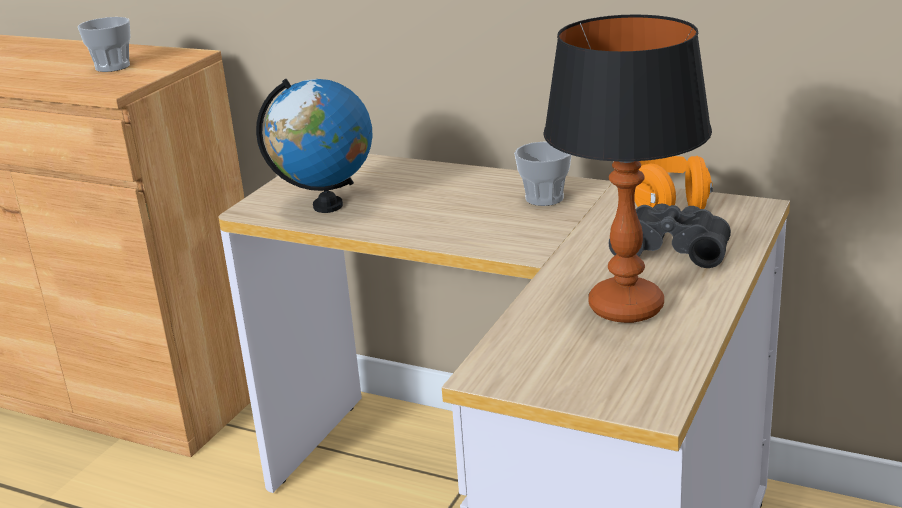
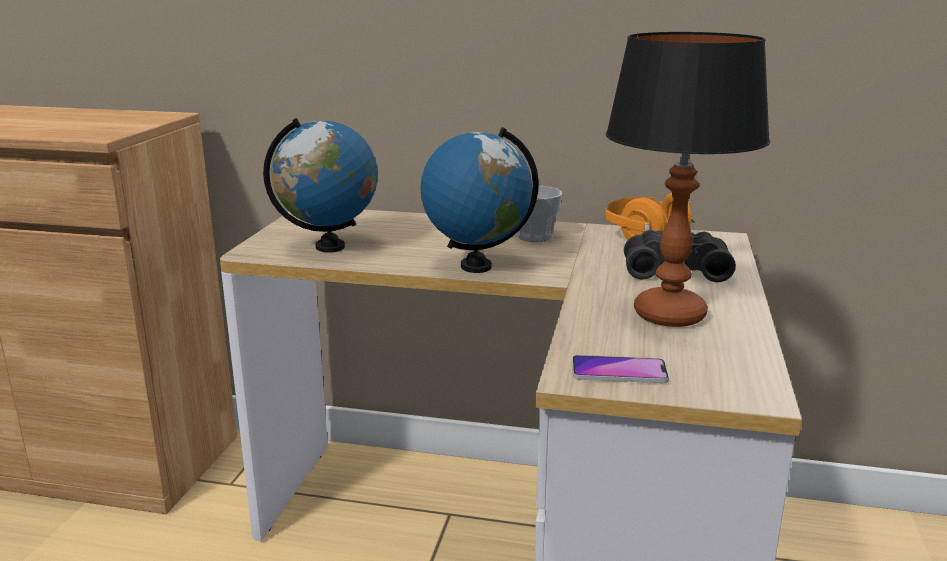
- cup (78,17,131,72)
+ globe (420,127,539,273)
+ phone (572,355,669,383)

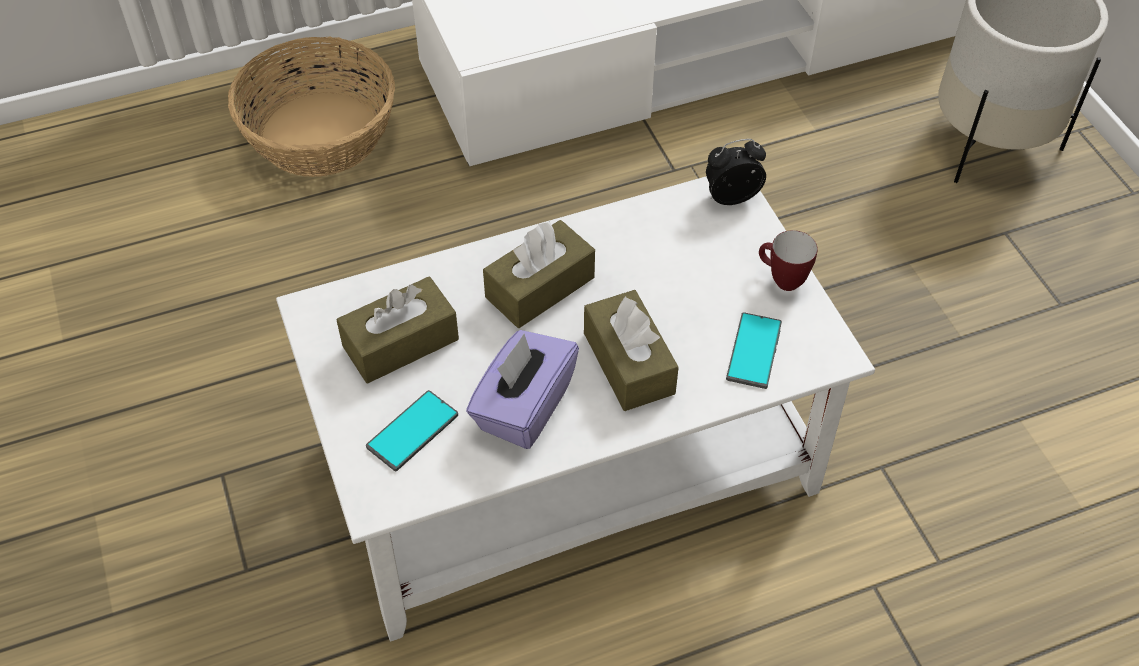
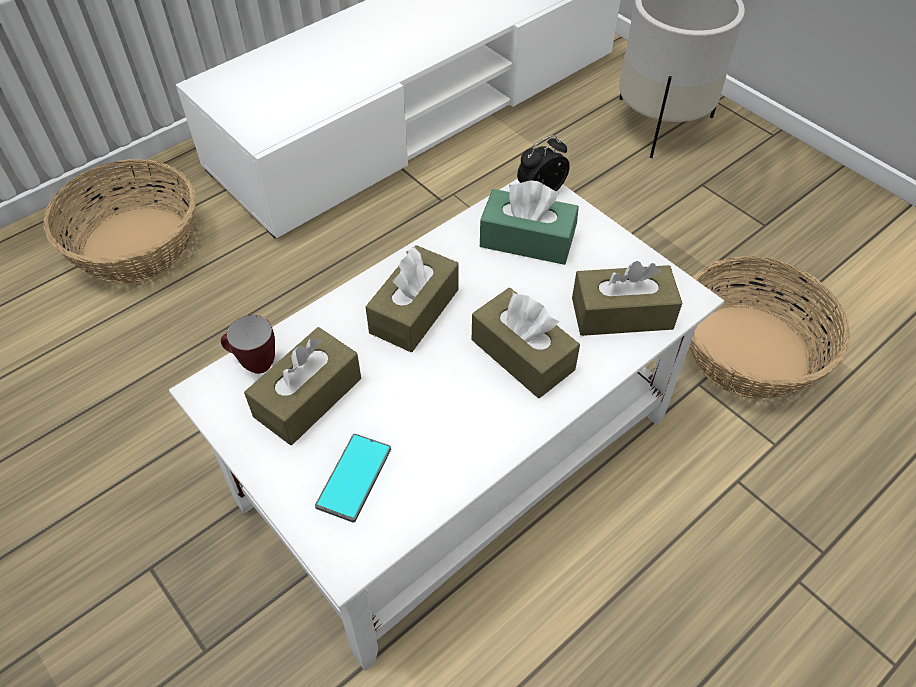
- purple_tissue_box (466,330,579,449)
+ green_tissue_box (480,180,579,265)
+ basket (689,256,850,399)
~ mug (759,230,818,291) to (221,315,275,374)
~ phone (726,312,782,389) to brown_tissue_box (572,261,682,336)

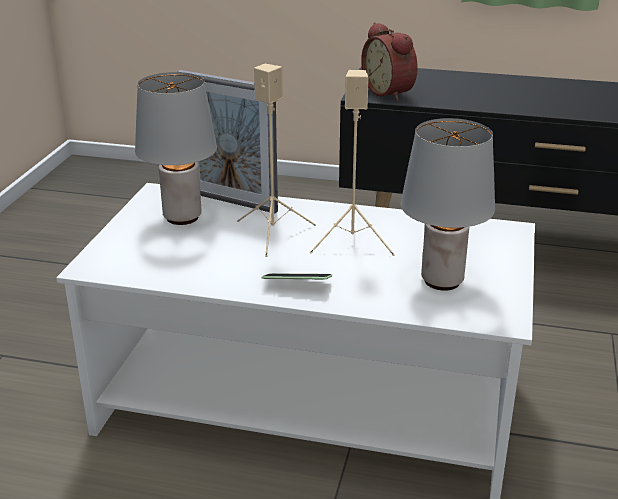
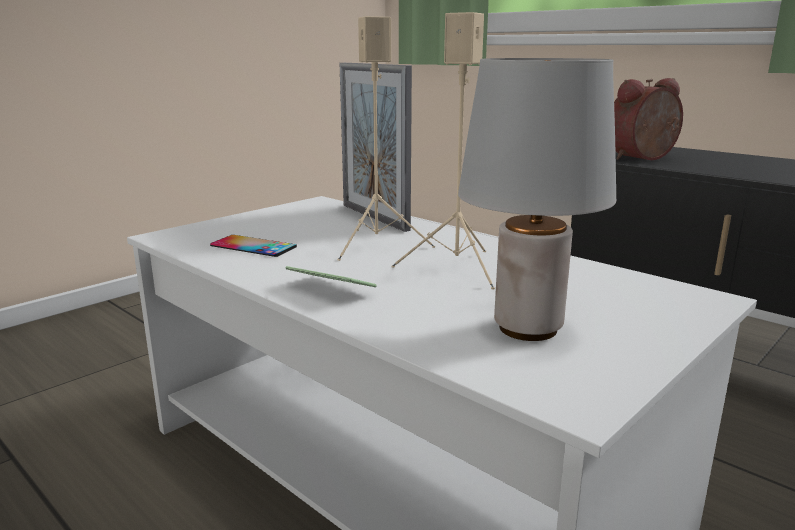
- grey_table_lamp (135,72,217,225)
+ phone (210,235,297,257)
~ alarm_clock (361,22,418,101) = (614,78,683,160) 60 degrees clockwise

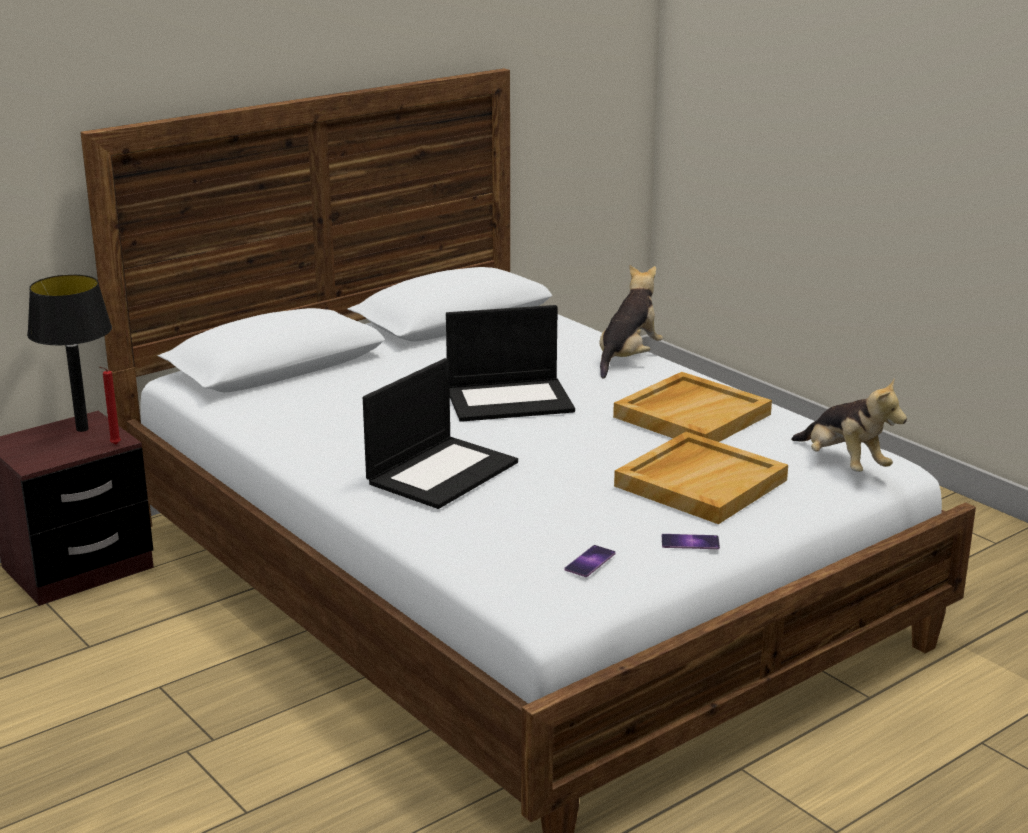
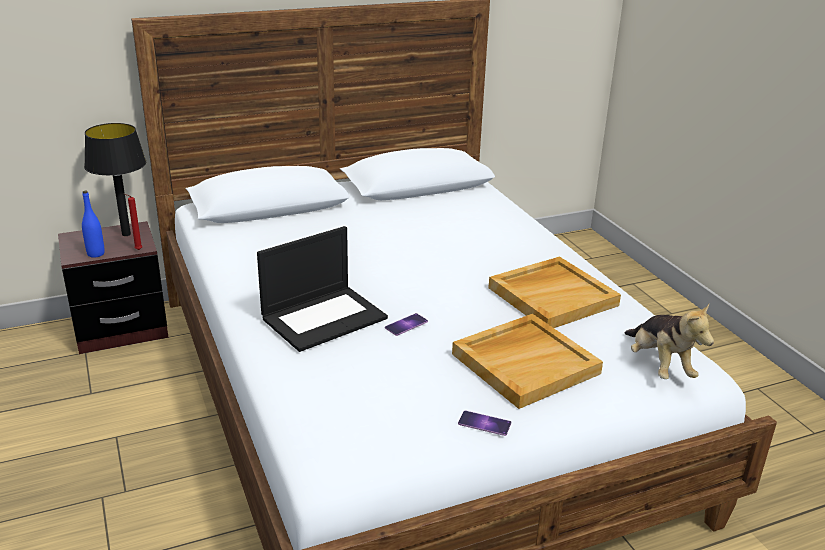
- laptop (446,305,575,422)
- plush_toy (600,265,663,379)
+ blue_bottle (82,191,105,258)
~ phone (565,545,616,577) to (385,313,428,336)

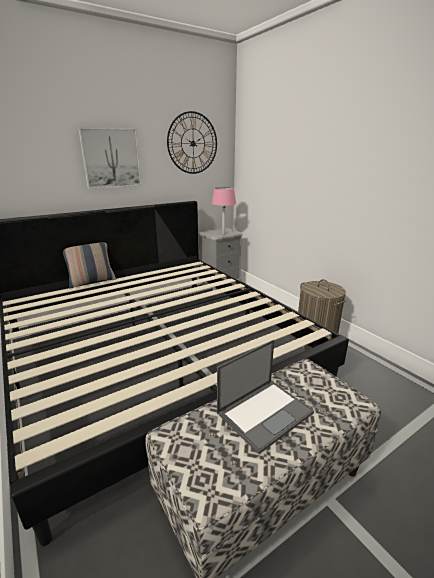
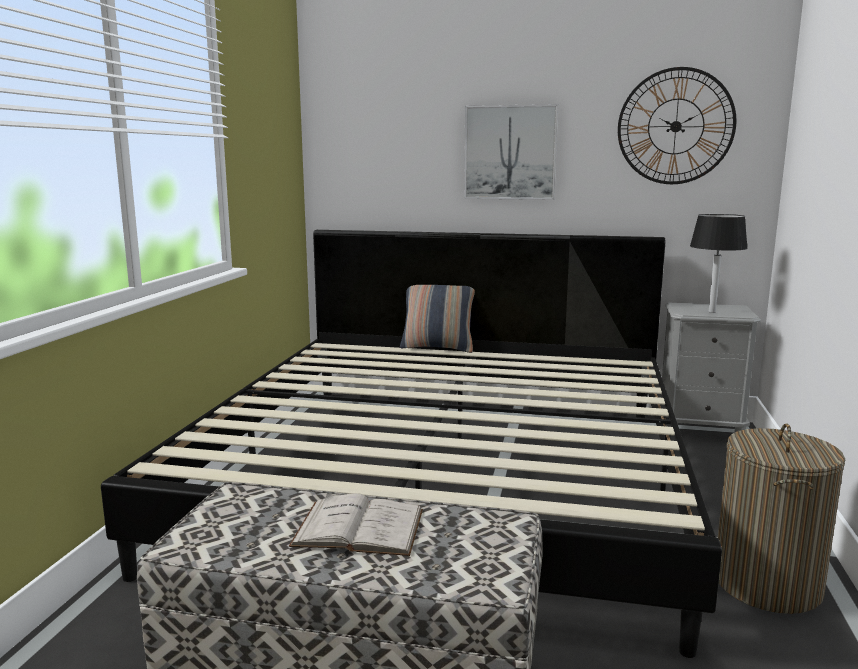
~ laptop (217,340,314,454) to white_book (289,493,423,556)
~ pink_table_lamp (212,187,236,234) to black_table_lamp (690,214,748,313)

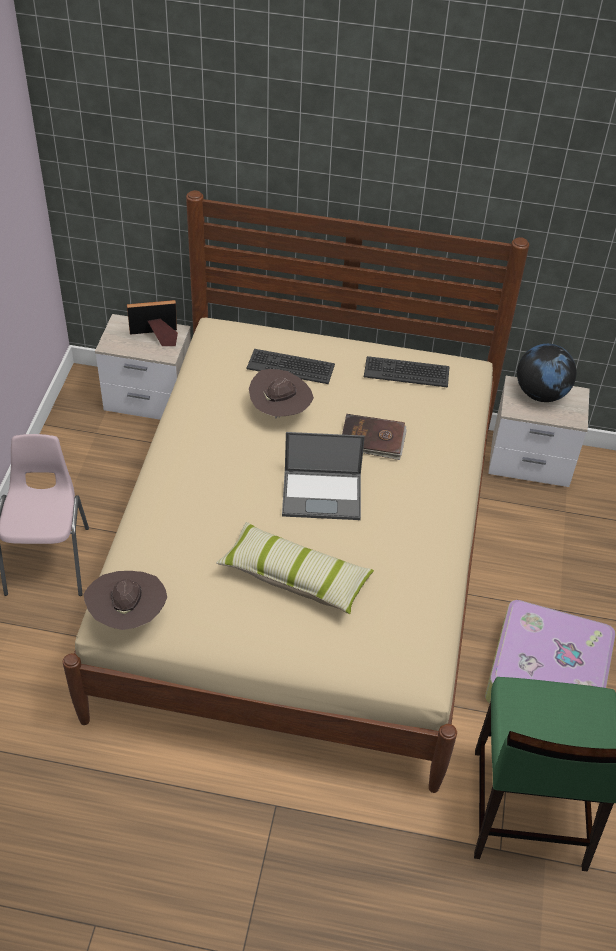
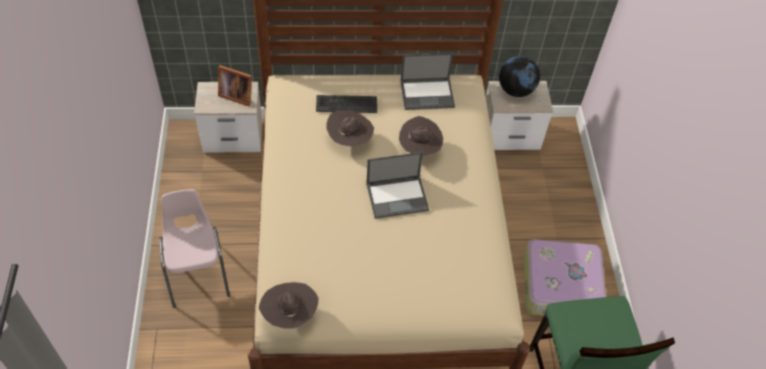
- pillow (216,522,374,614)
~ brown_book (342,414,407,460) to brown_hat (399,116,443,156)
~ keyboard (364,356,449,388) to laptop (401,53,455,110)
~ picture_frame (127,300,178,346) = (218,65,252,106) 135 degrees counterclockwise

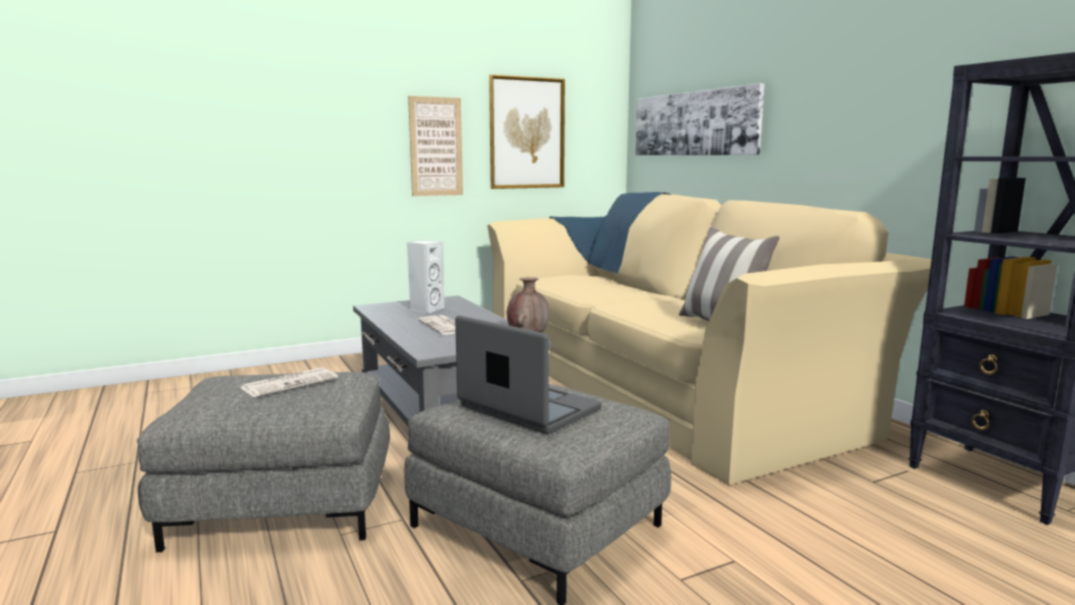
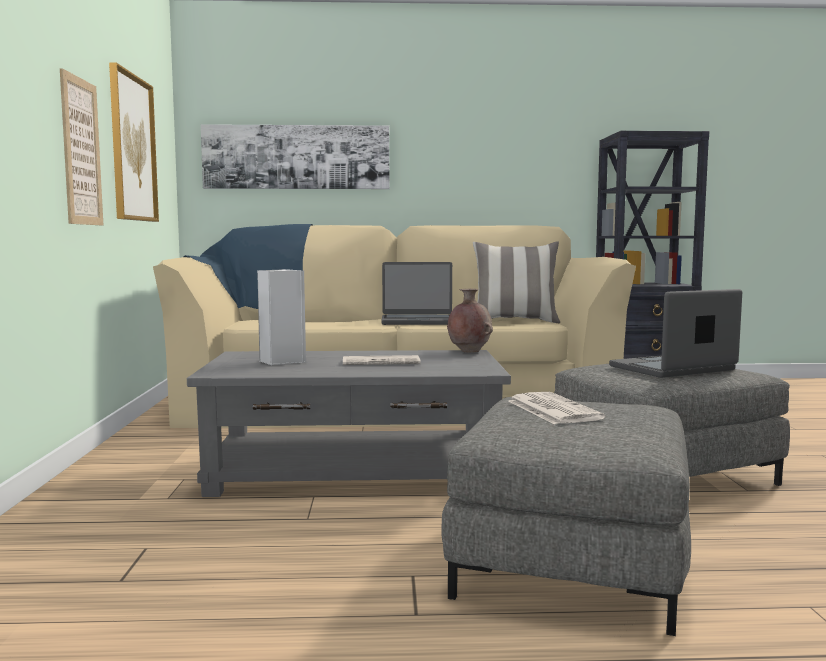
+ laptop (381,262,452,325)

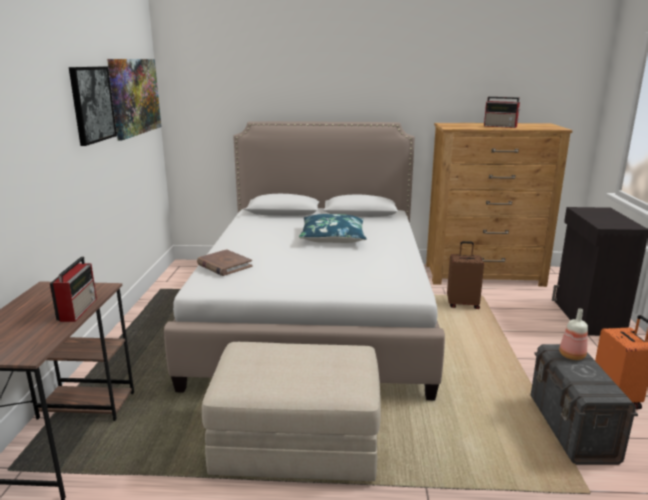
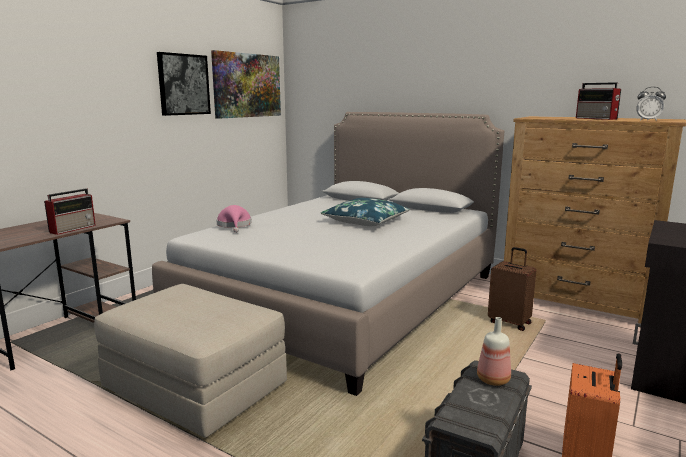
+ alarm_clock (636,87,666,121)
~ brown_book (197,249,253,276) to pink_hat (216,205,252,233)

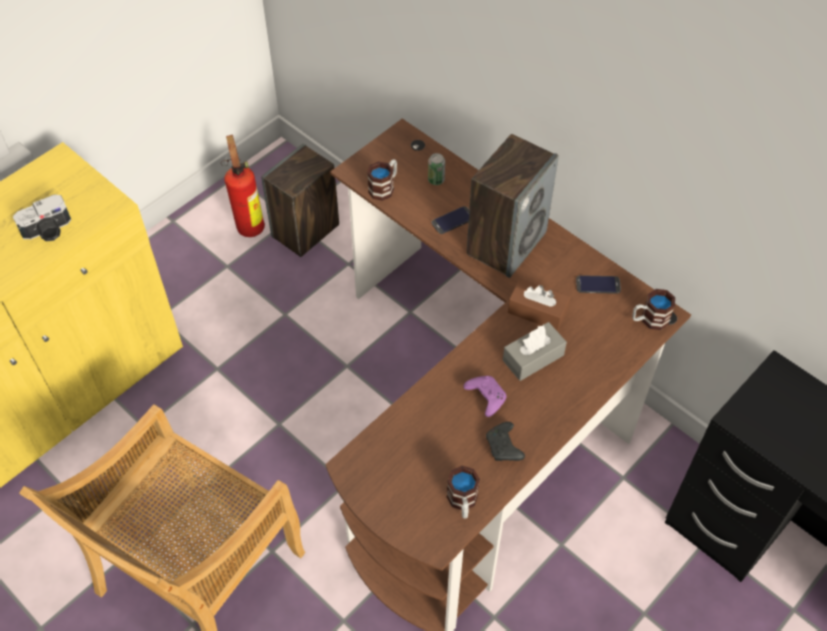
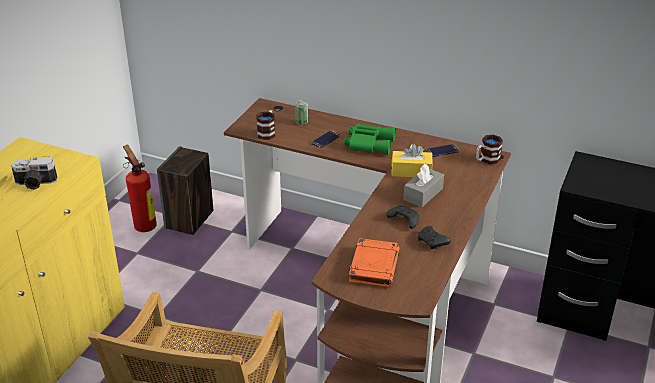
- mug (447,466,480,519)
+ orange_book (349,238,400,288)
~ speaker (467,134,559,278) to green_binoculars (344,123,396,155)
~ purple_game_controller (463,376,506,417) to black_game_controller (386,204,419,229)
~ brown_tissue_box (508,279,570,331) to yellow_tissue_box (392,144,433,177)
~ photo_camera (13,195,71,242) = (11,157,57,190) 45 degrees clockwise

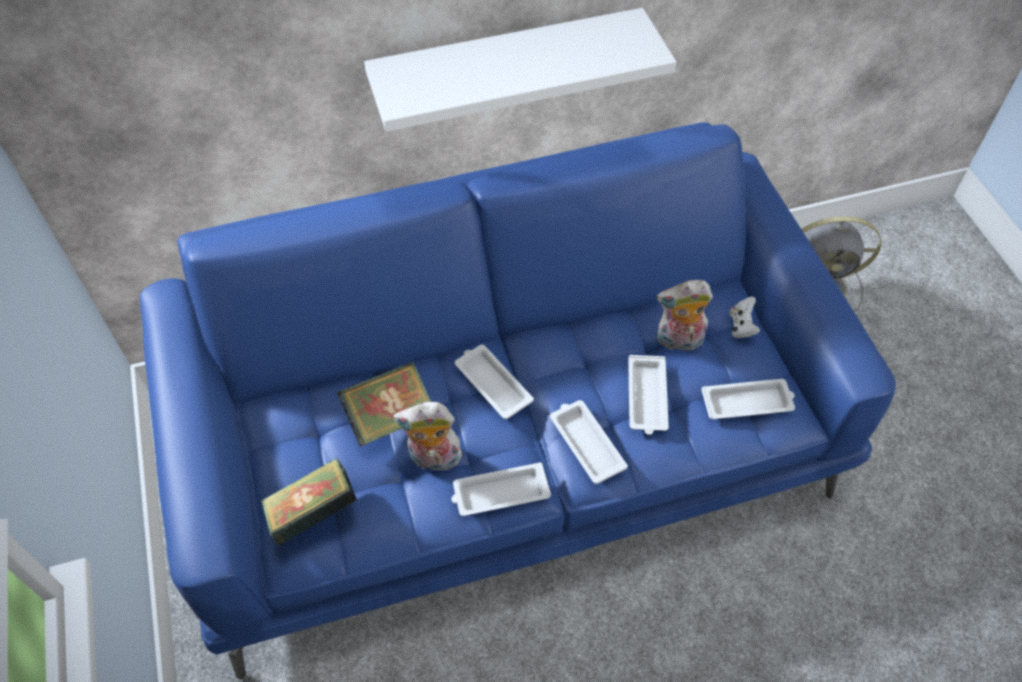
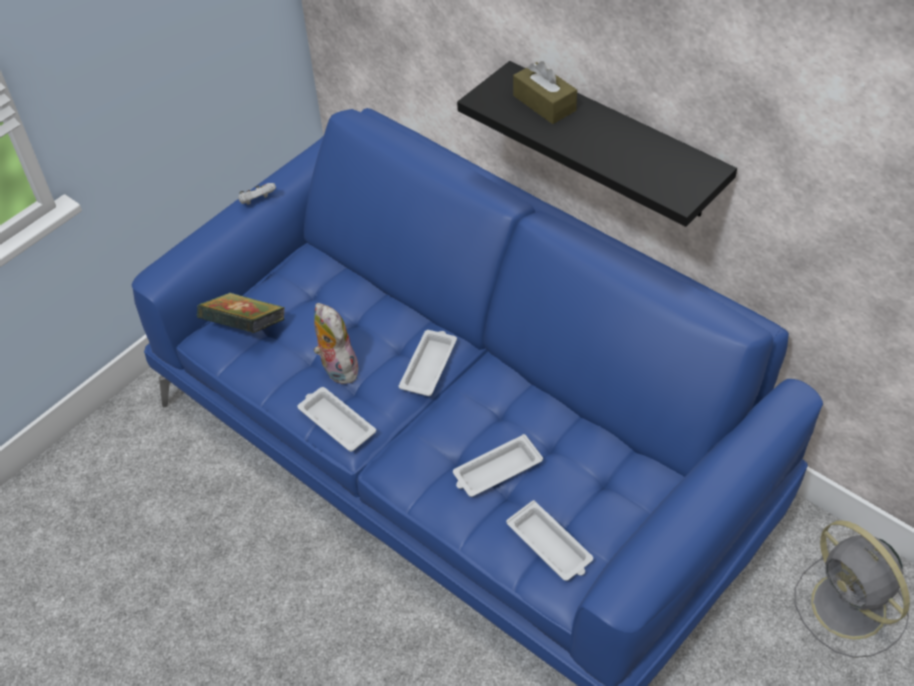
- book (337,362,431,447)
- white_tray (550,400,628,484)
- plush_toy (657,280,713,351)
+ brown_tissue_box (513,61,577,124)
~ white_game_controller (730,296,760,338) to (238,183,276,205)
~ white_shelf (364,8,677,132) to black_shelf (457,61,737,227)

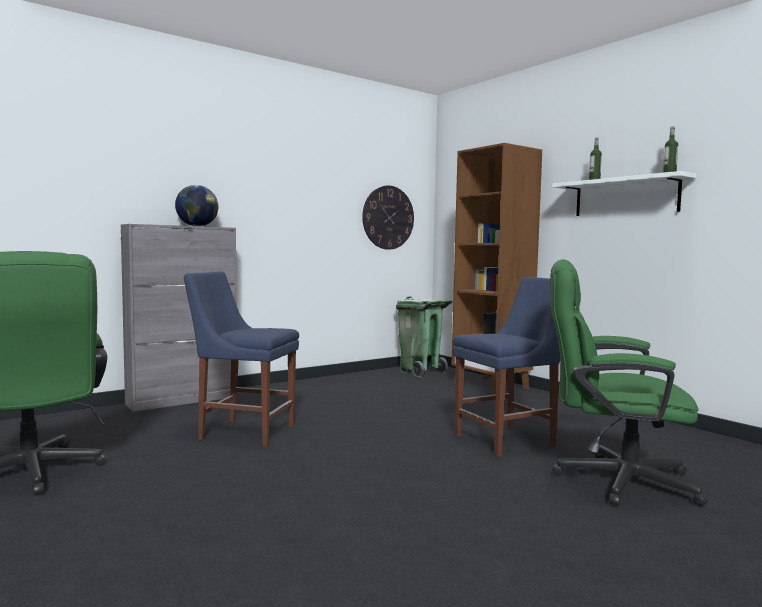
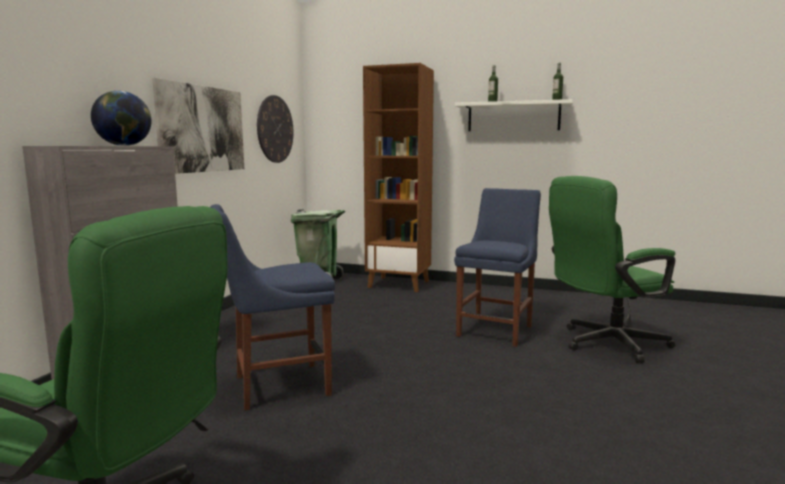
+ picture (152,78,244,174)

